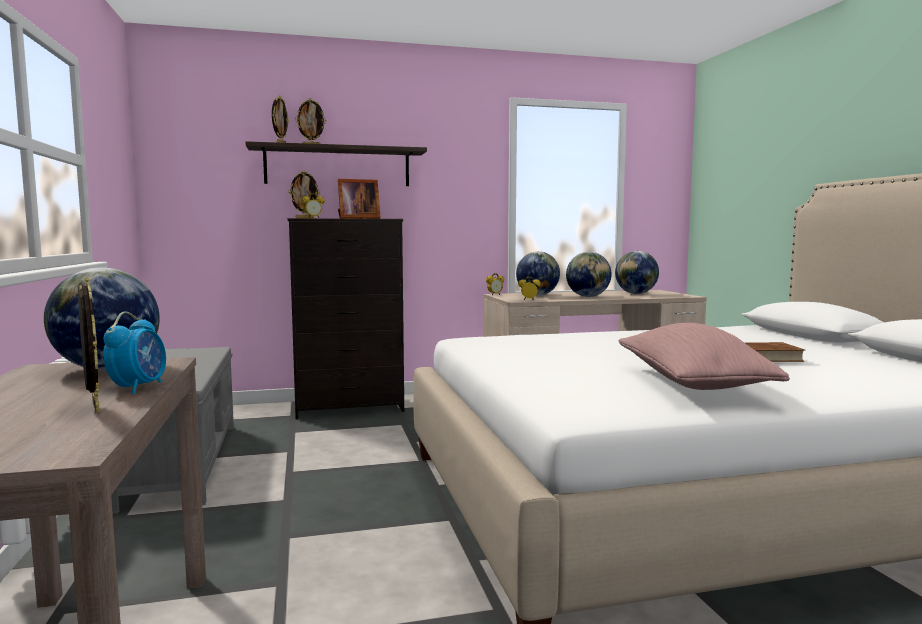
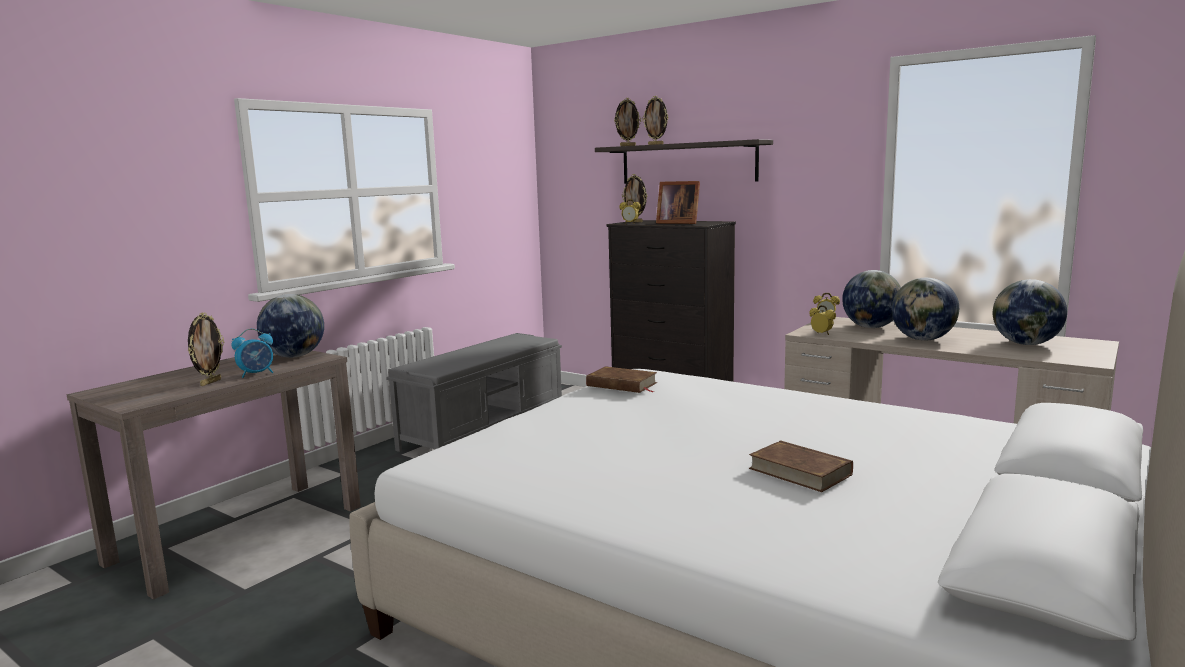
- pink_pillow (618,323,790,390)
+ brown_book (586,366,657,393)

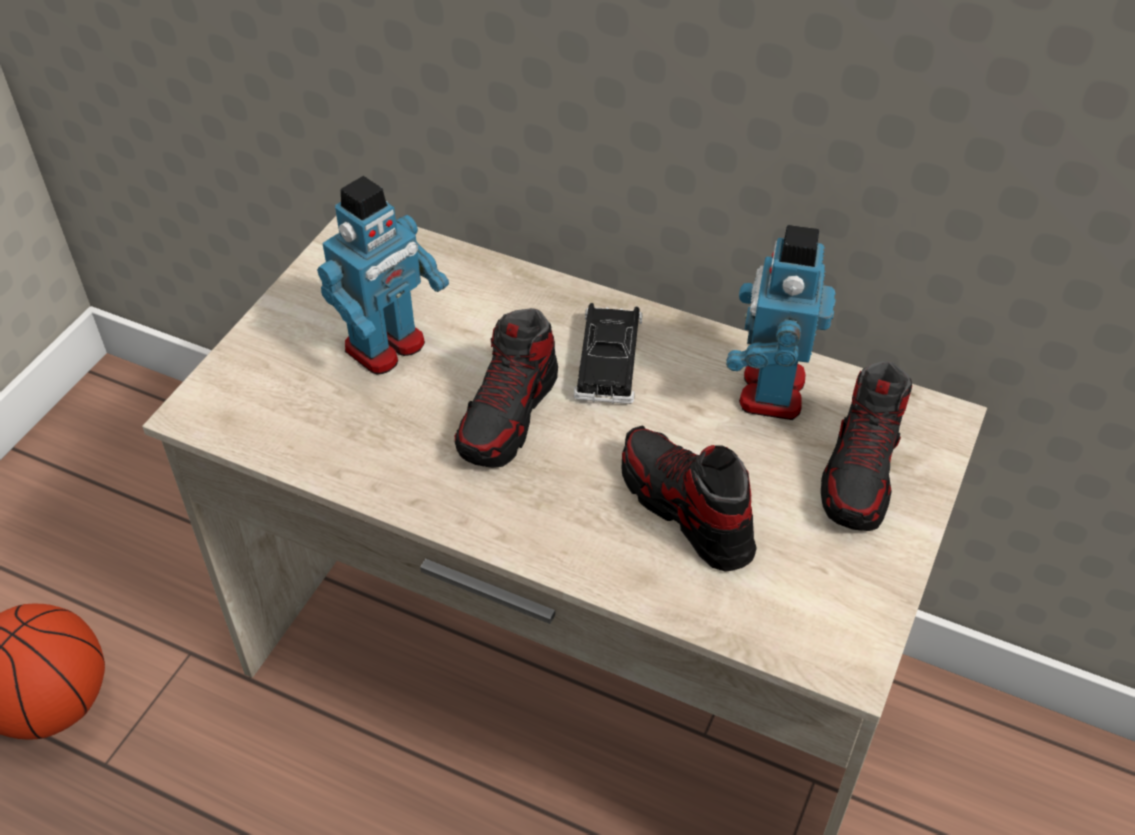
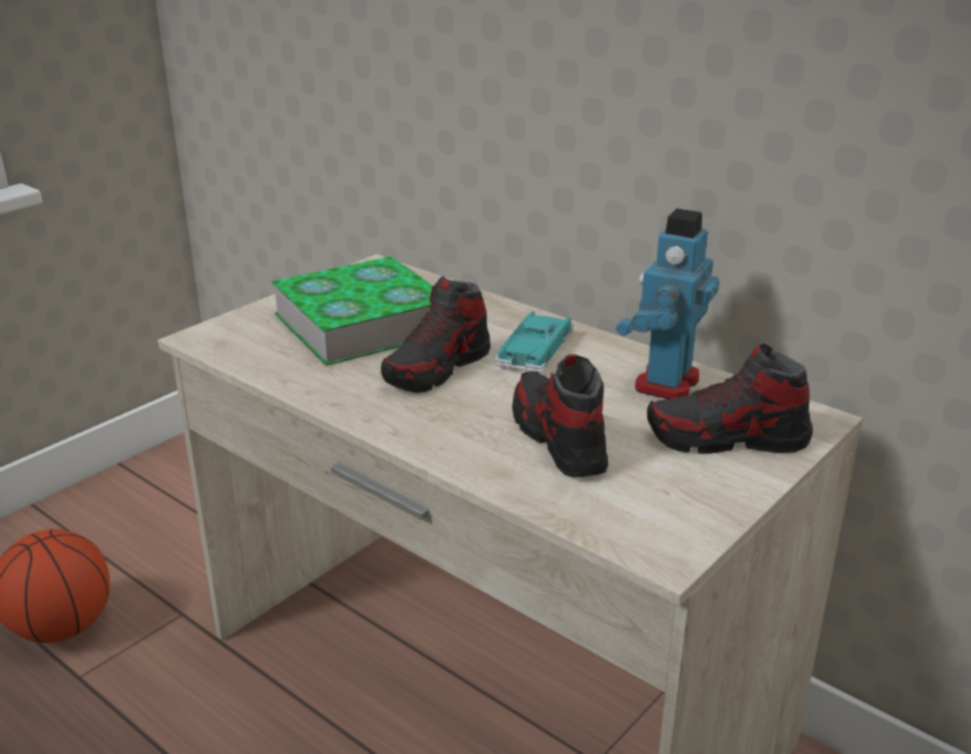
~ toy_robot (317,176,449,374) to book (271,256,433,366)
~ black_toy_car (574,303,642,404) to turquoise_toy_car (495,311,574,373)
~ shoe (821,361,912,531) = (647,344,813,454) 60 degrees clockwise

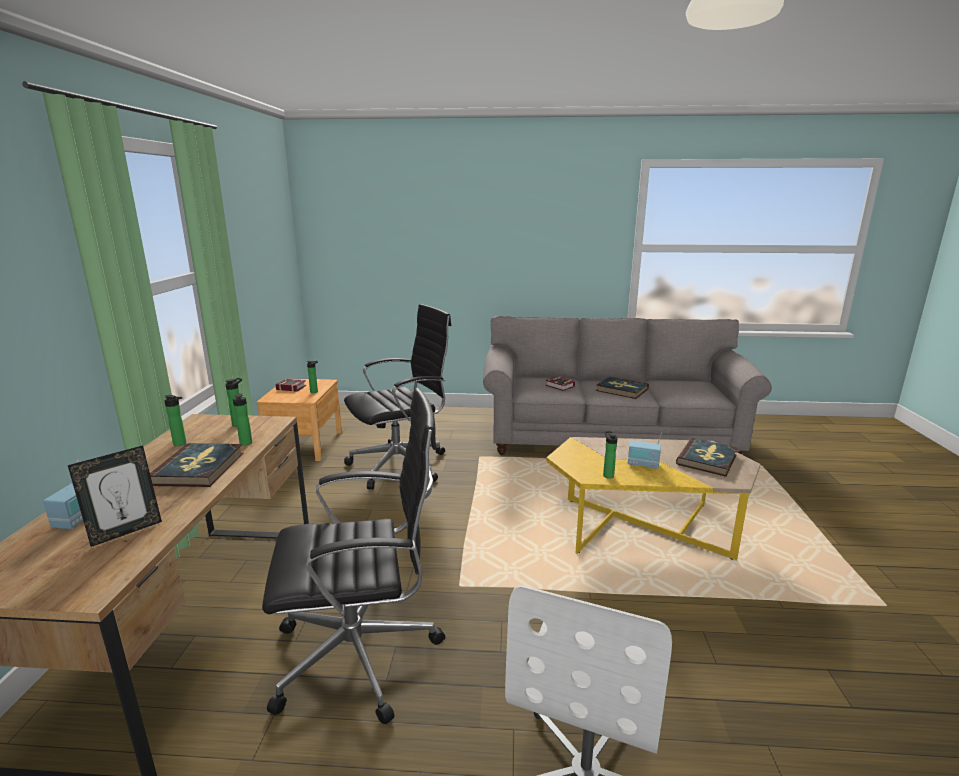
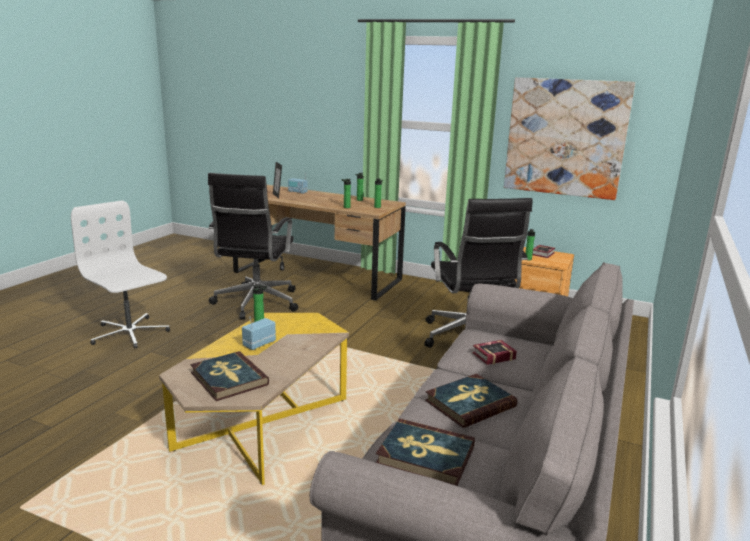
+ picture (504,77,635,200)
~ book (150,443,243,487) to (376,418,475,486)

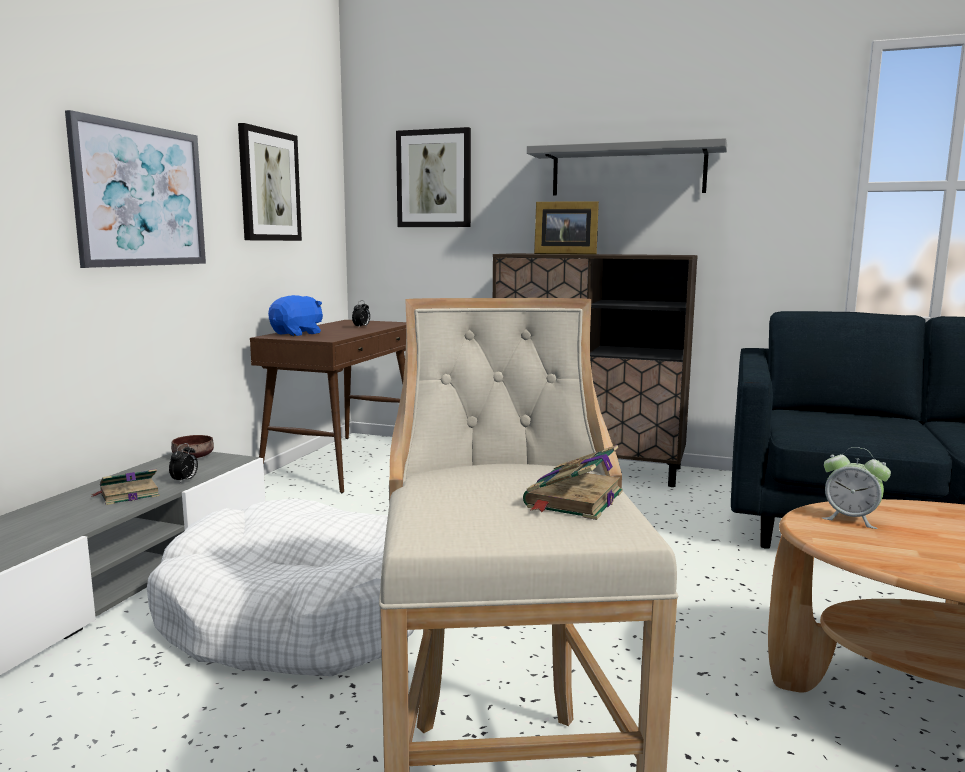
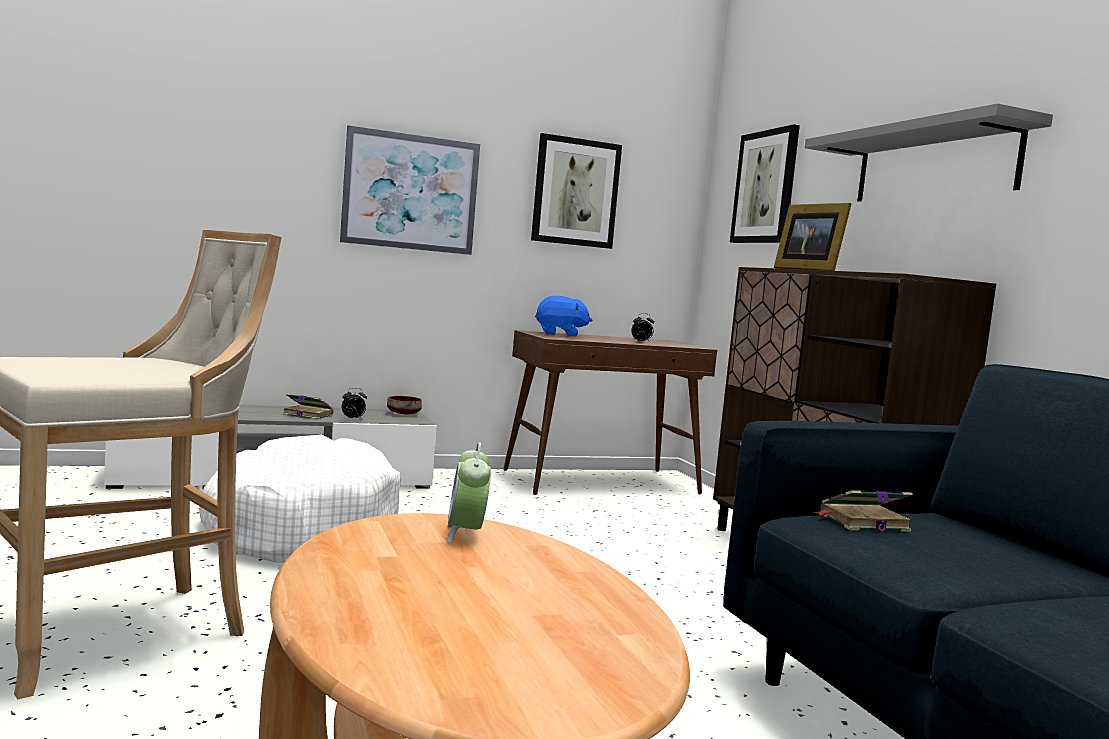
~ book (523,445,623,520) to (814,490,913,532)

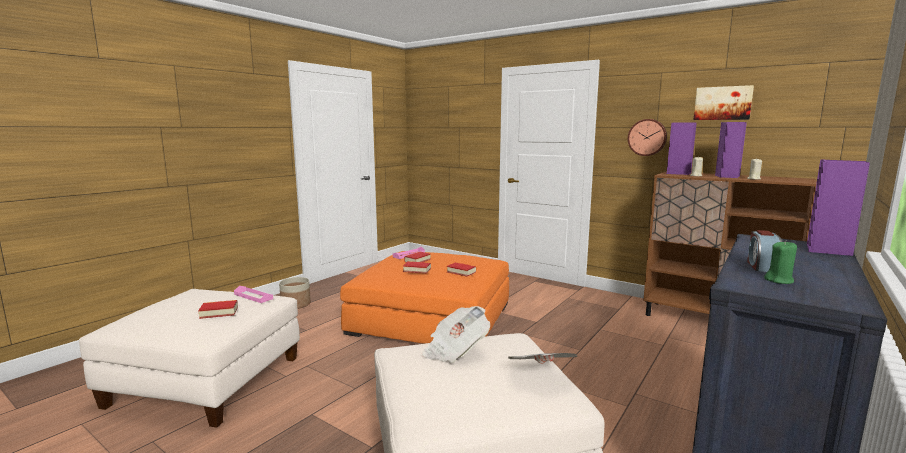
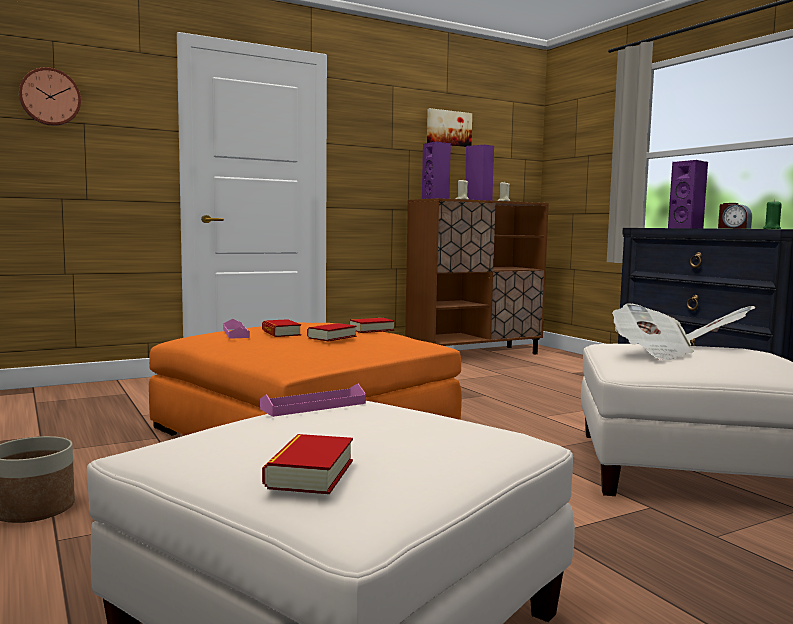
~ book (198,300,238,319) to (262,434,353,494)
~ wall_clock (628,119,667,156) to (19,67,81,126)

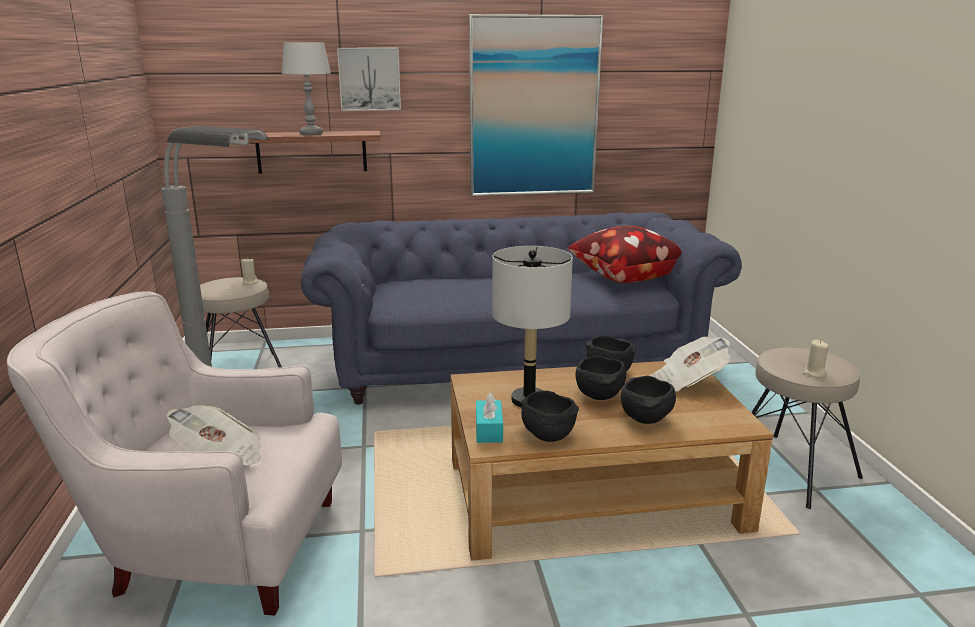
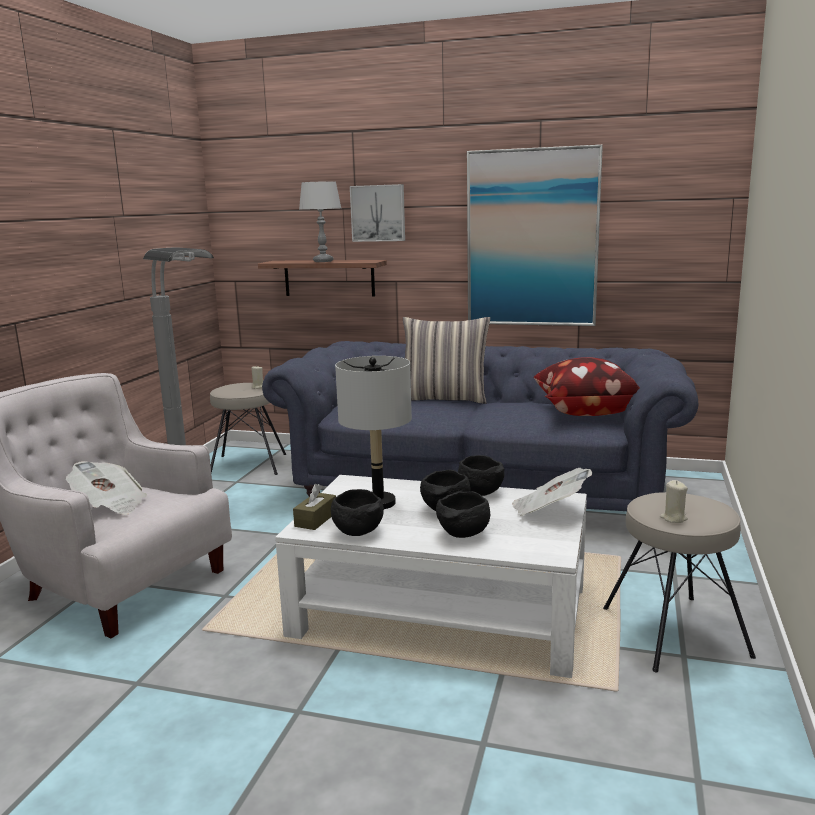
+ pillow (403,317,490,404)
~ brown_coffee_table (450,361,773,561) to white_coffee_table (275,475,587,678)
~ turquoise_tissue_box (476,392,503,443) to brown_tissue_box (293,484,336,530)

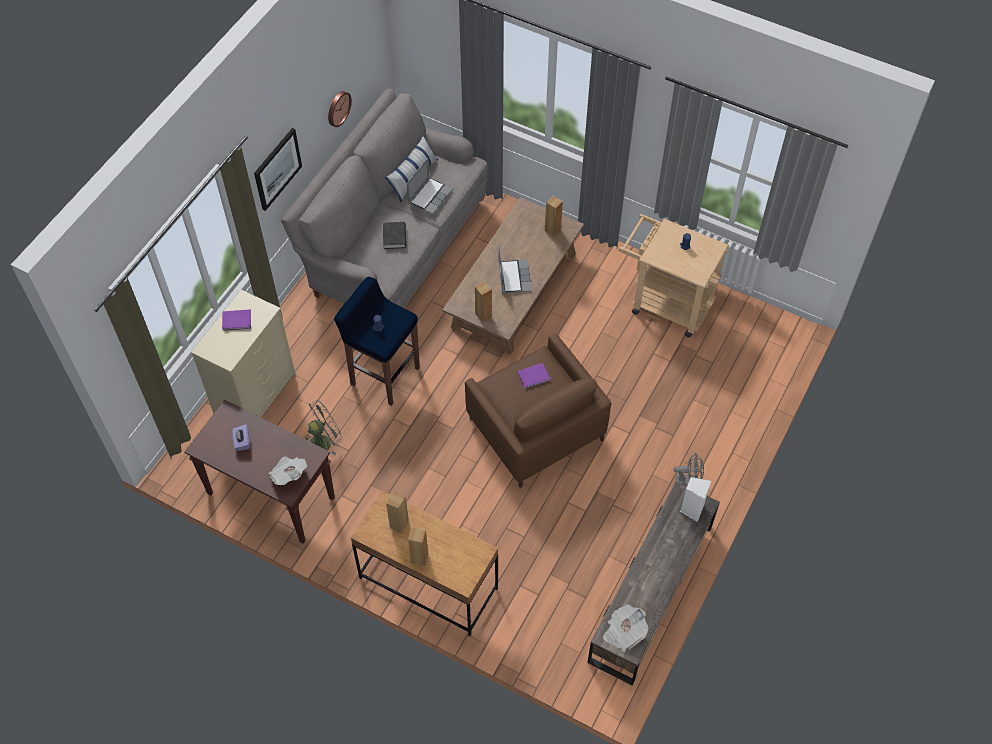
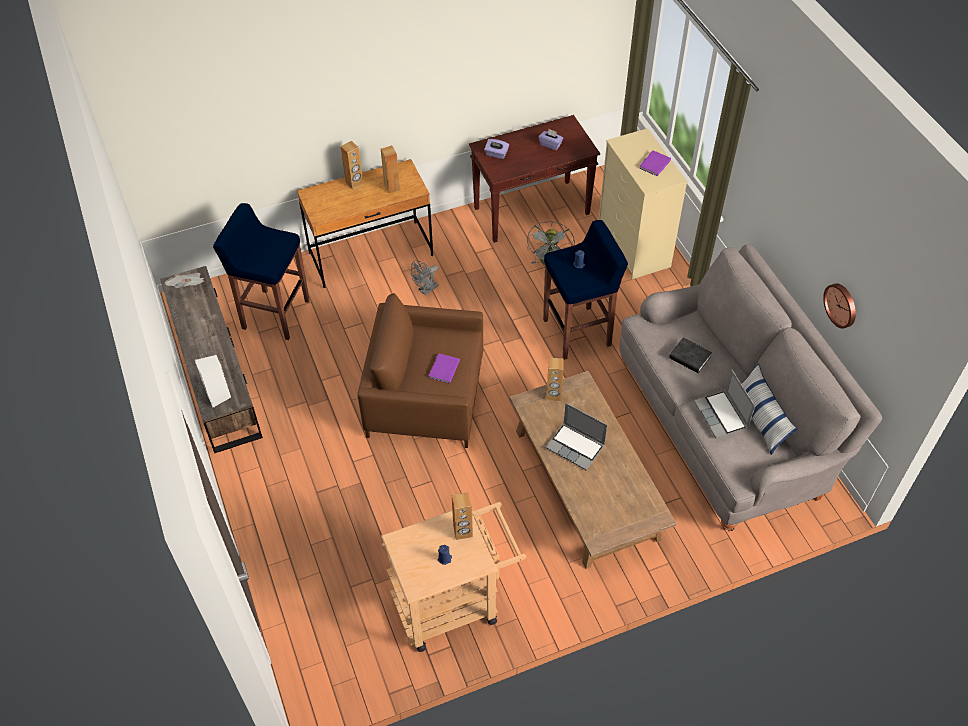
- picture (254,128,302,211)
+ blue_stool (213,203,310,340)
~ brown_speaker (545,196,563,237) to (452,492,473,540)
~ grey_fan (674,453,704,486) to (411,261,439,296)
~ newspaper (268,456,308,485) to purple_tissue_box (484,139,509,159)

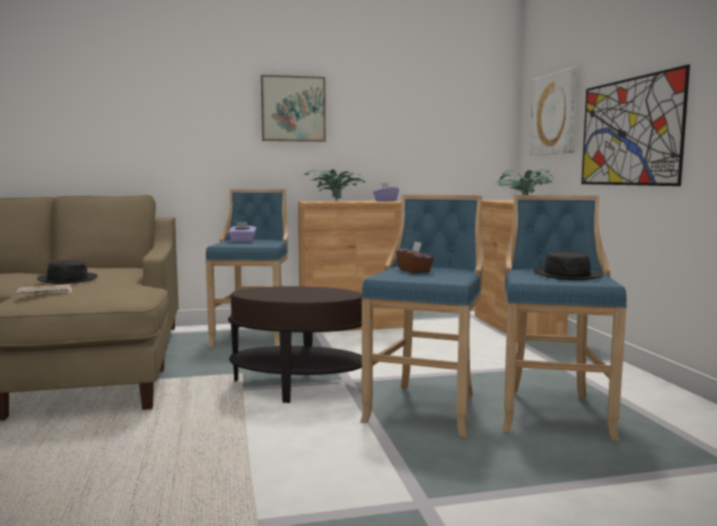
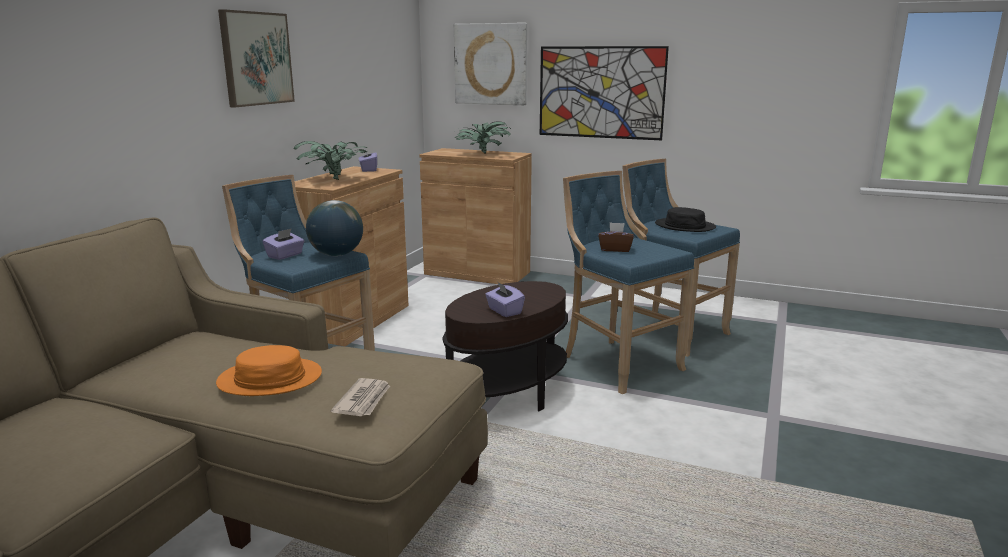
+ globe (306,200,363,256)
+ purple_tissue_box (485,281,525,317)
~ black_hat (37,260,98,284) to orange_hat (216,345,322,396)

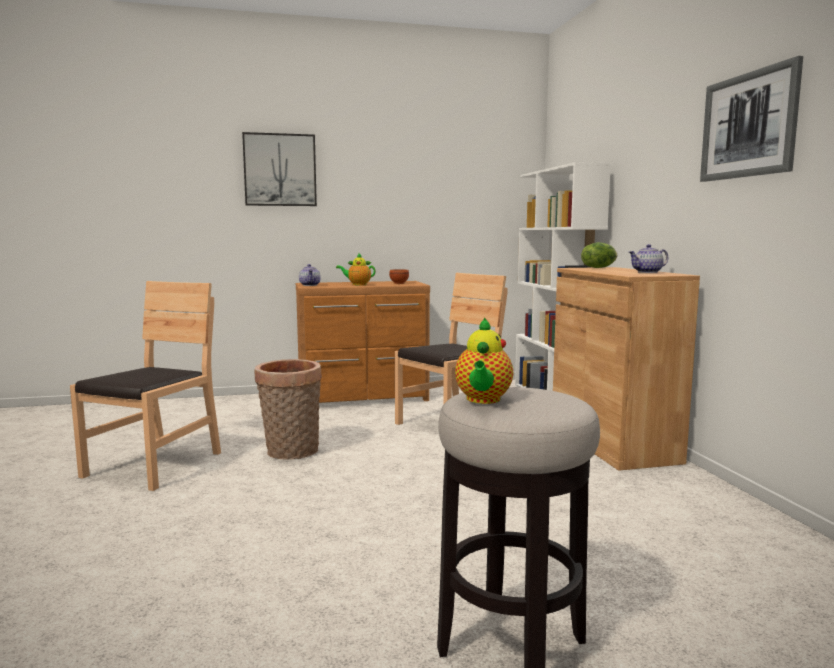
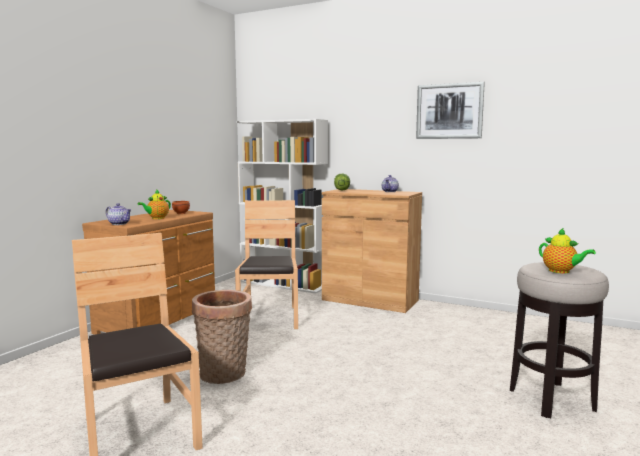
- picture (242,132,317,206)

